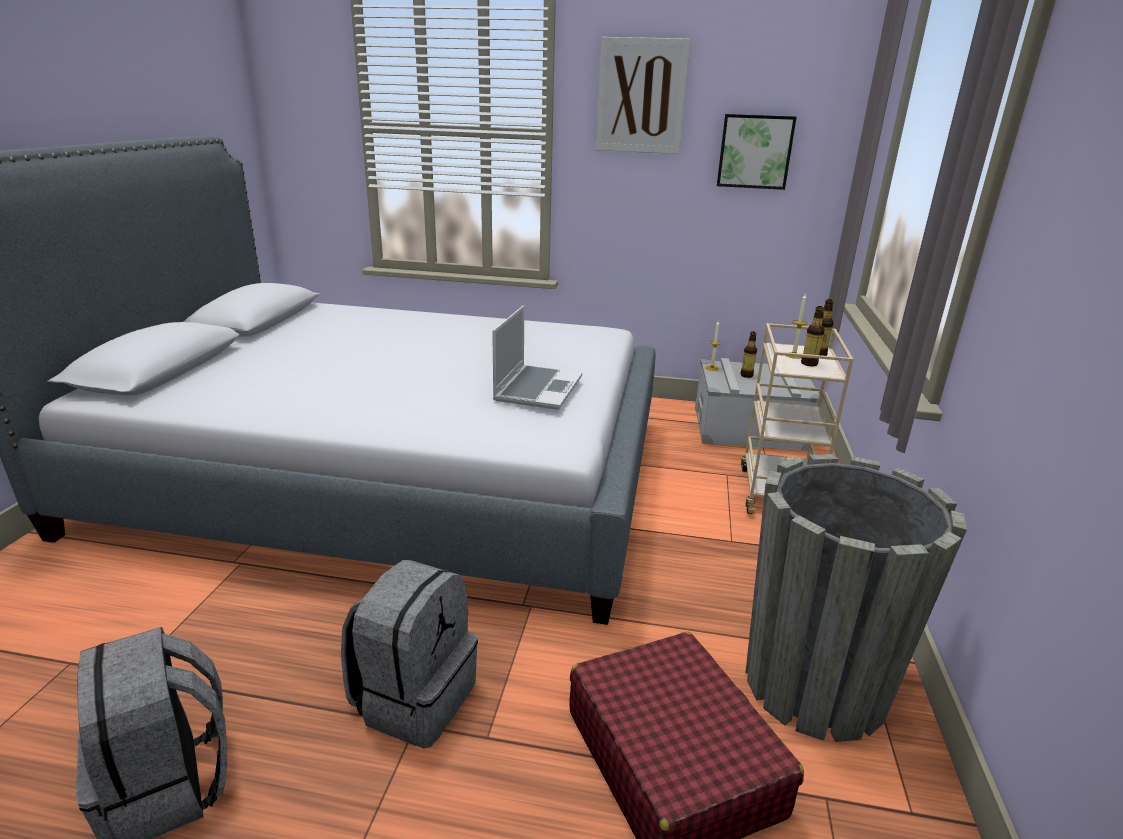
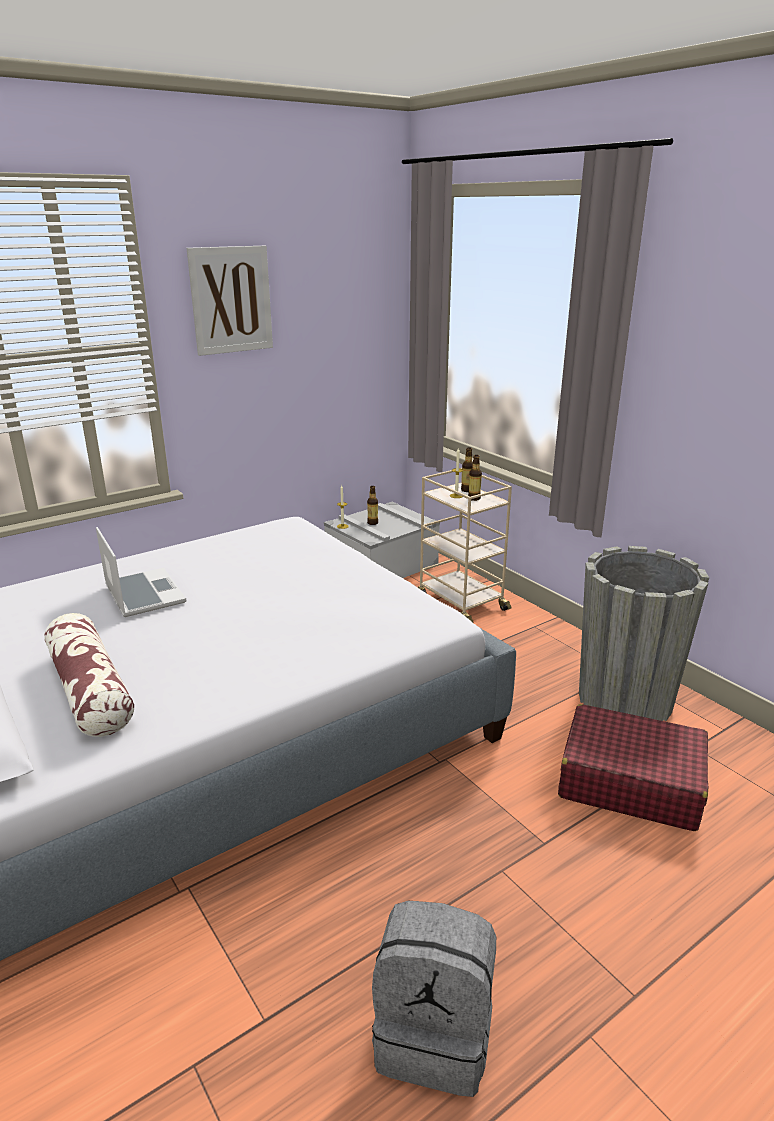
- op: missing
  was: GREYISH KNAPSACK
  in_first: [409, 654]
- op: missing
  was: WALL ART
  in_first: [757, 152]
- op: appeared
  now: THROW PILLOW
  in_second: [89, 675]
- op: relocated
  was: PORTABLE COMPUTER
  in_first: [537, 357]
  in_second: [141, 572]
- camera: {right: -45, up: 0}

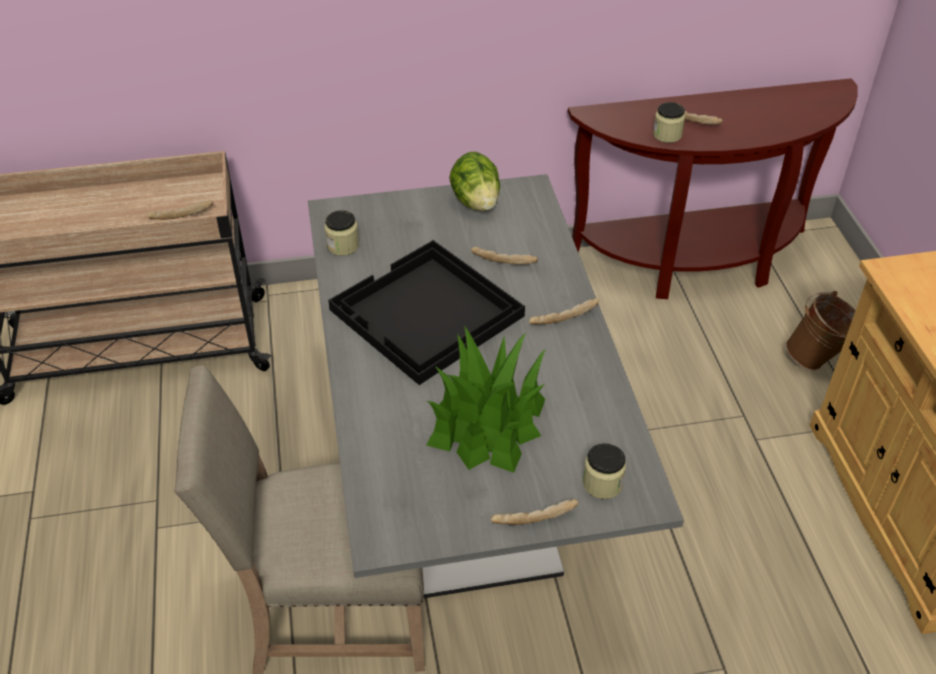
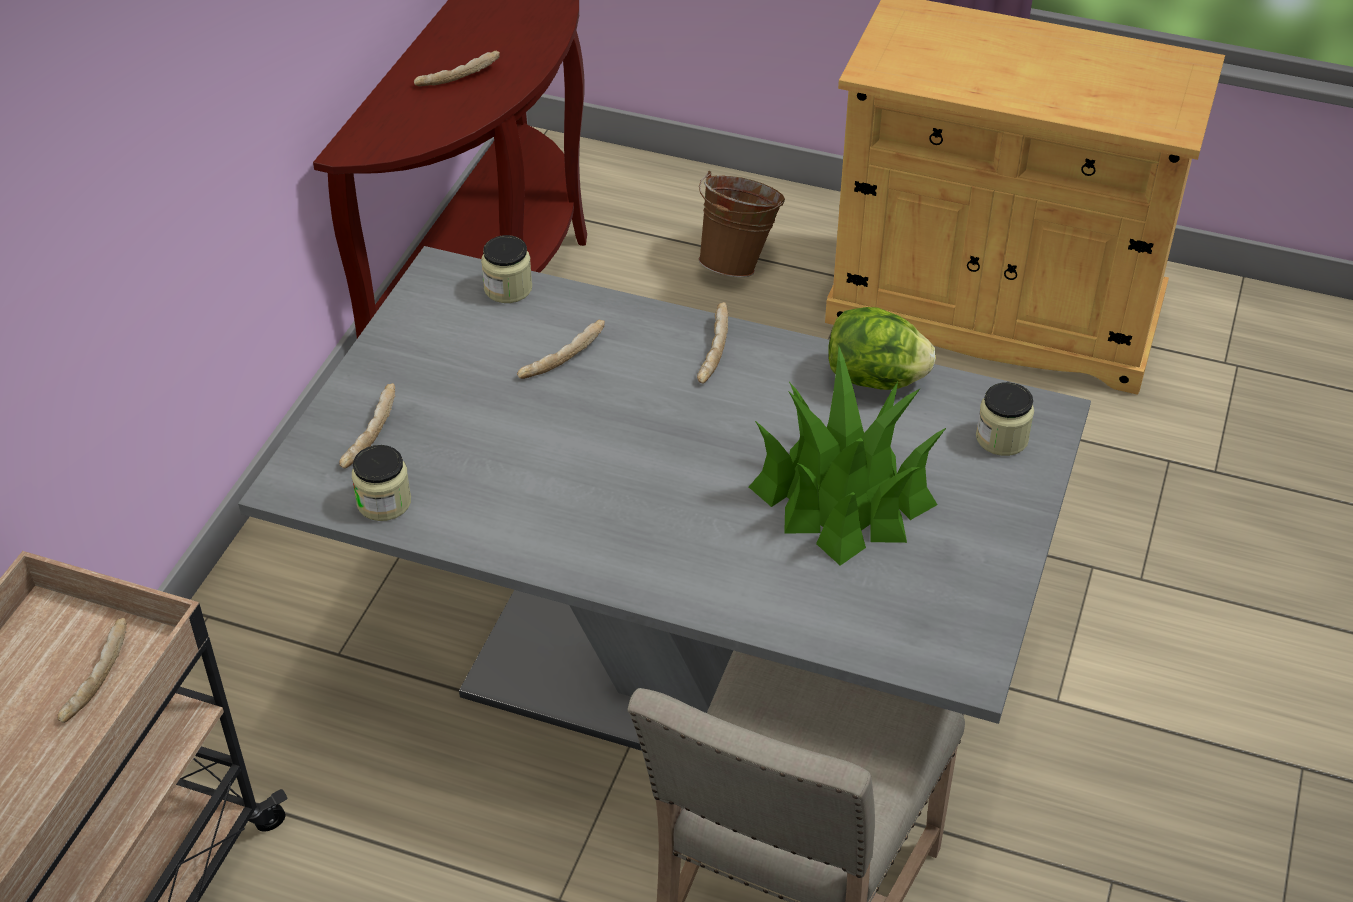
- op: missing
  was: BLACK TRAY
  in_first: [426, 312]
- op: relocated
  was: LETTUCE
  in_first: [474, 181]
  in_second: [882, 348]
- op: relocated
  was: BAKED BREAD
  in_first: [534, 512]
  in_second: [367, 425]
- op: relocated
  was: PRESERVE JAR
  in_first: [669, 122]
  in_second: [506, 269]
- camera: {right: -60, up: 0}

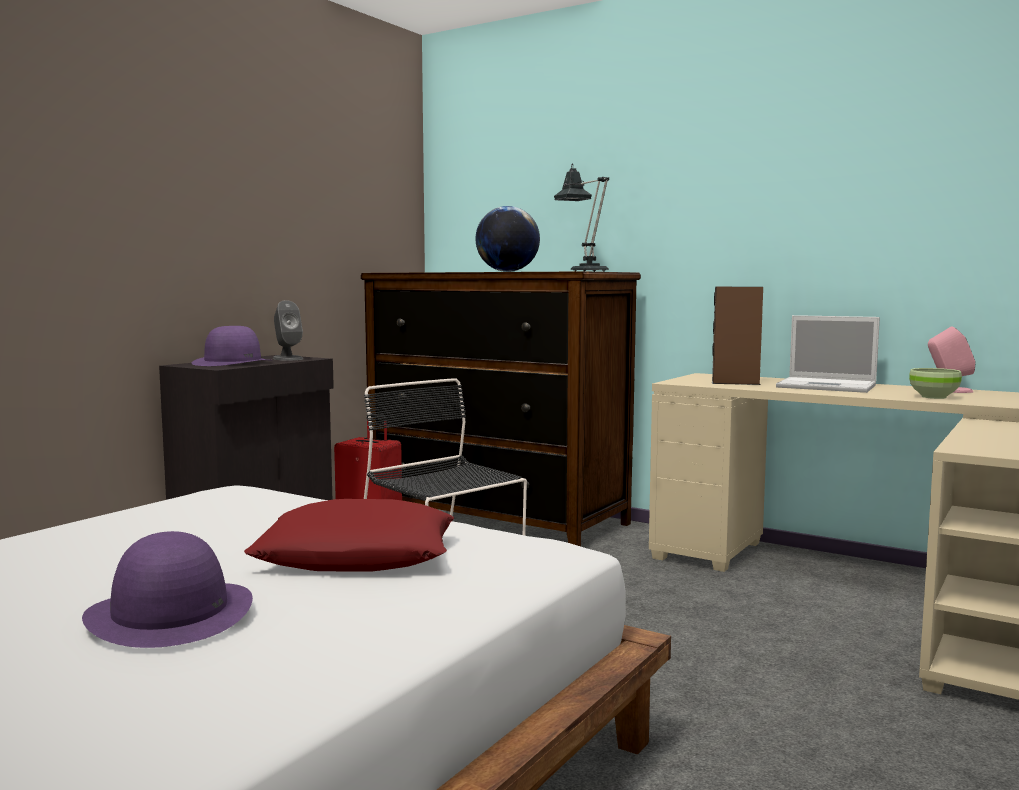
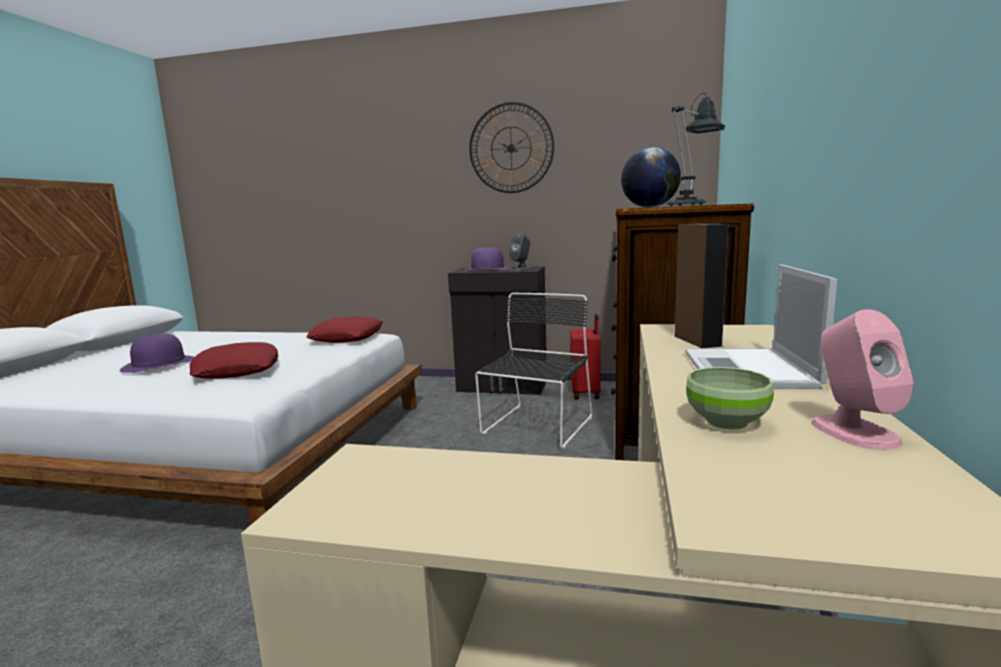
- op: appeared
  now: RED THROW PILLOW
  in_second: [344, 329]
- op: appeared
  now: CLOCK ON THE WALL
  in_second: [511, 147]
- camera: {right: 70, up: 5}

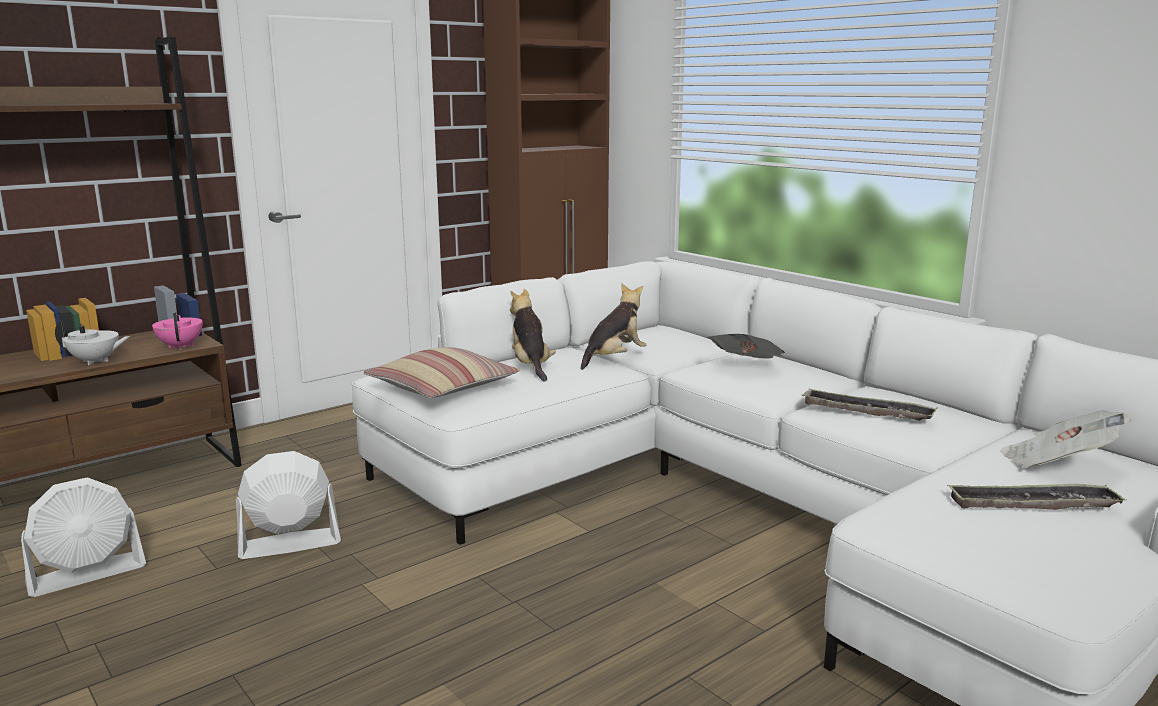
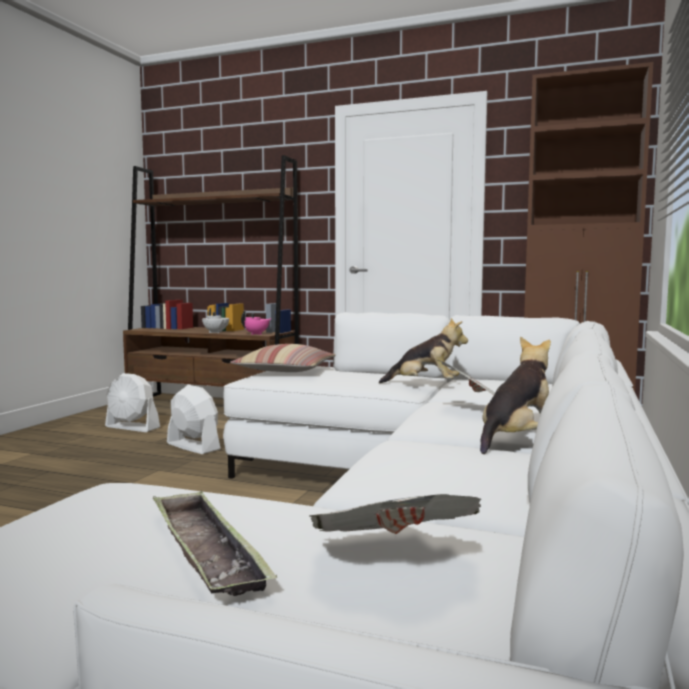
- op: missing
  was: TRAY
  in_first: [869, 404]
- op: relocated
  was: CUDDLY TOY
  in_first: [533, 335]
  in_second: [515, 395]
- camera: {right: 60, up: -10}

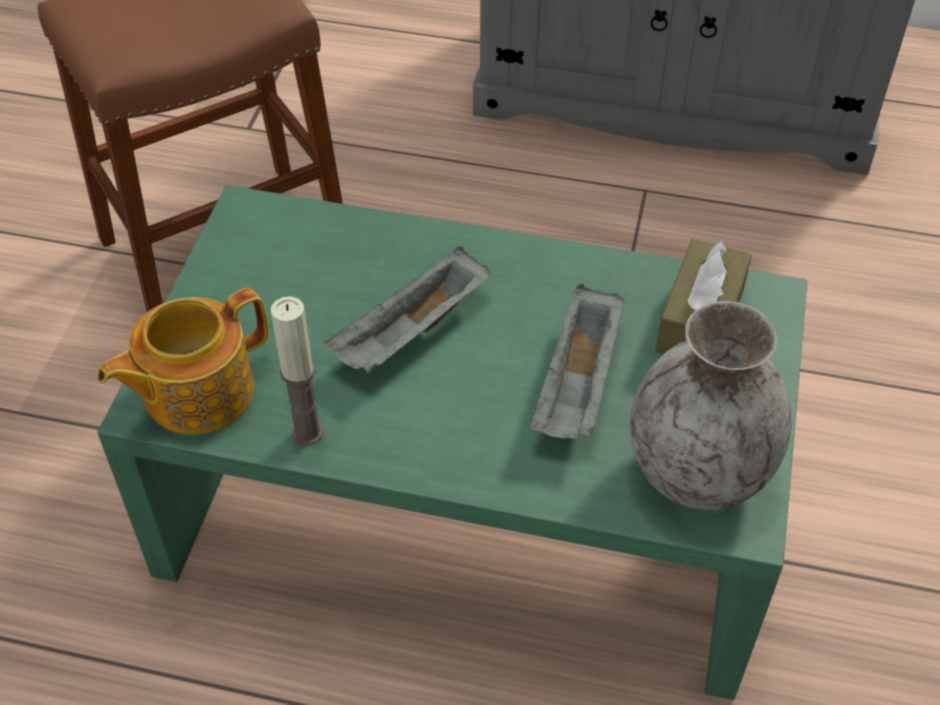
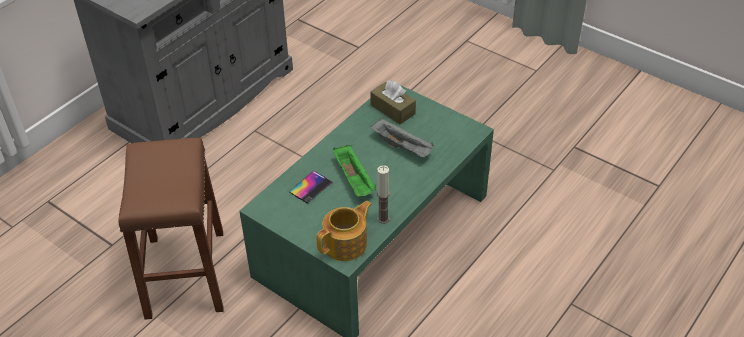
- op: missing
  was: GREYISH DECORATIVE VASE
  in_first: [710, 405]
- op: appeared
  now: HANDSET
  in_second: [310, 187]
- op: colour
  was: GREYISH TRAY
  now: GREEN-COLOURED TRAY
  in_first: [407, 310]
  in_second: [354, 171]
- op: spun
  was: TEAPOT
  in_first: [182, 361]
  in_second: [344, 231]
  clockwise: -120
- camera: {right: -65, up: -5}

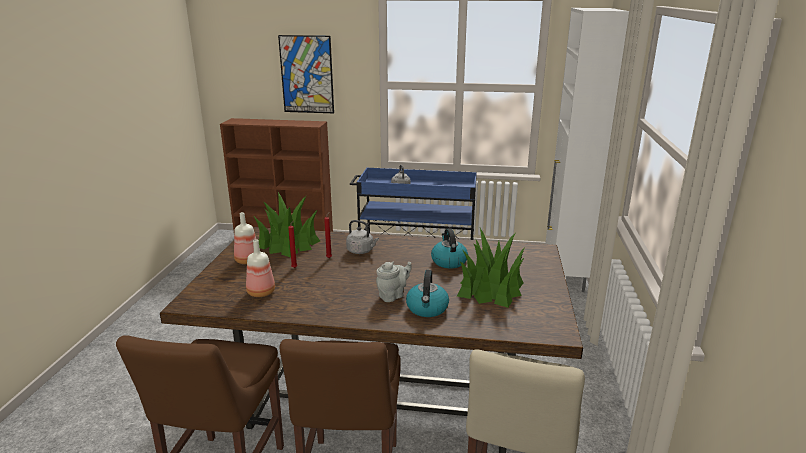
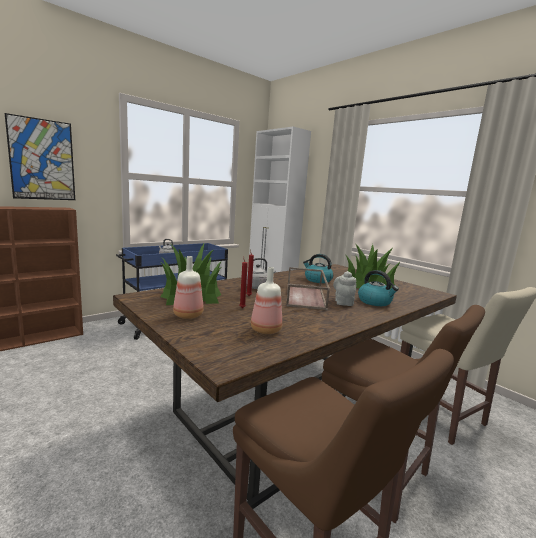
- op: appeared
  now: BROWNISH TRAY
  in_second: [308, 288]
- camera: {right: -50, up: -10}

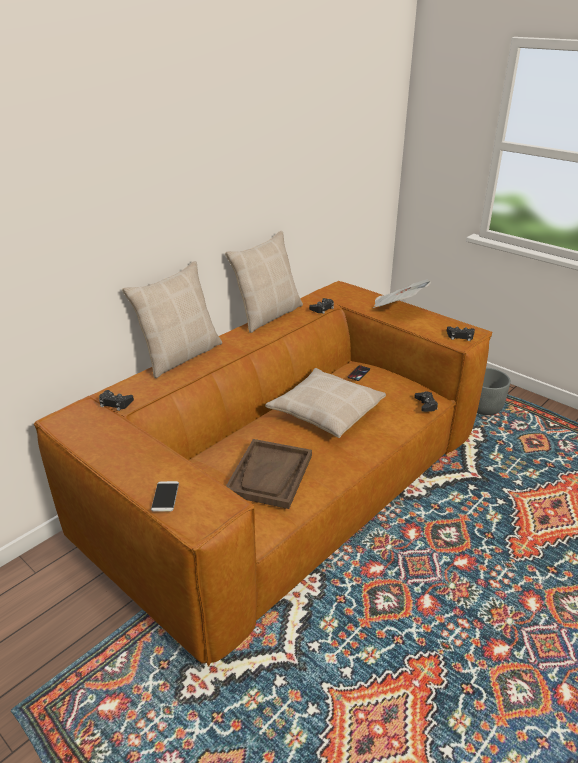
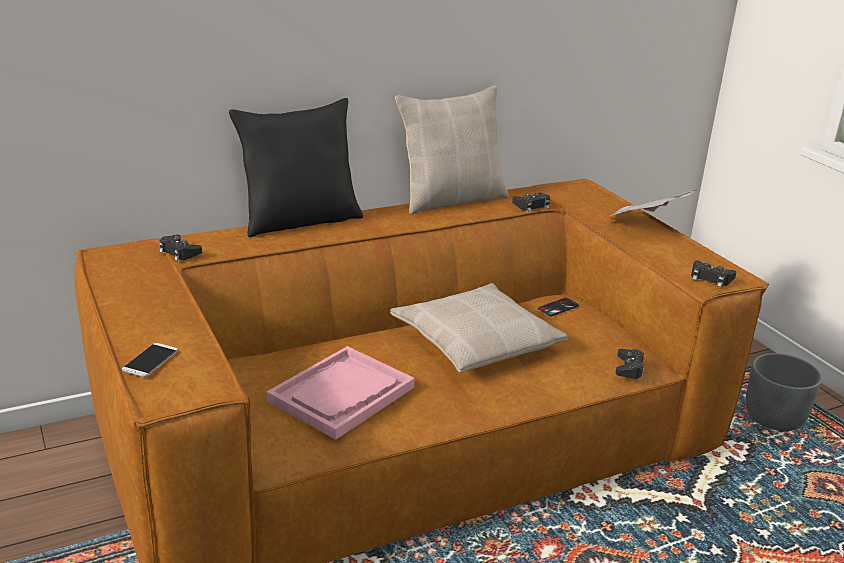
- op: colour
  was: BEIGE-COLOURED THROW PILLOW
  now: BLACK THROW PILLOW
  in_first: [172, 319]
  in_second: [296, 167]
- op: colour
  was: BROWNISH TRAY
  now: PINK TRAY
  in_first: [269, 474]
  in_second: [341, 393]
- camera: {right: 20, up: -5}

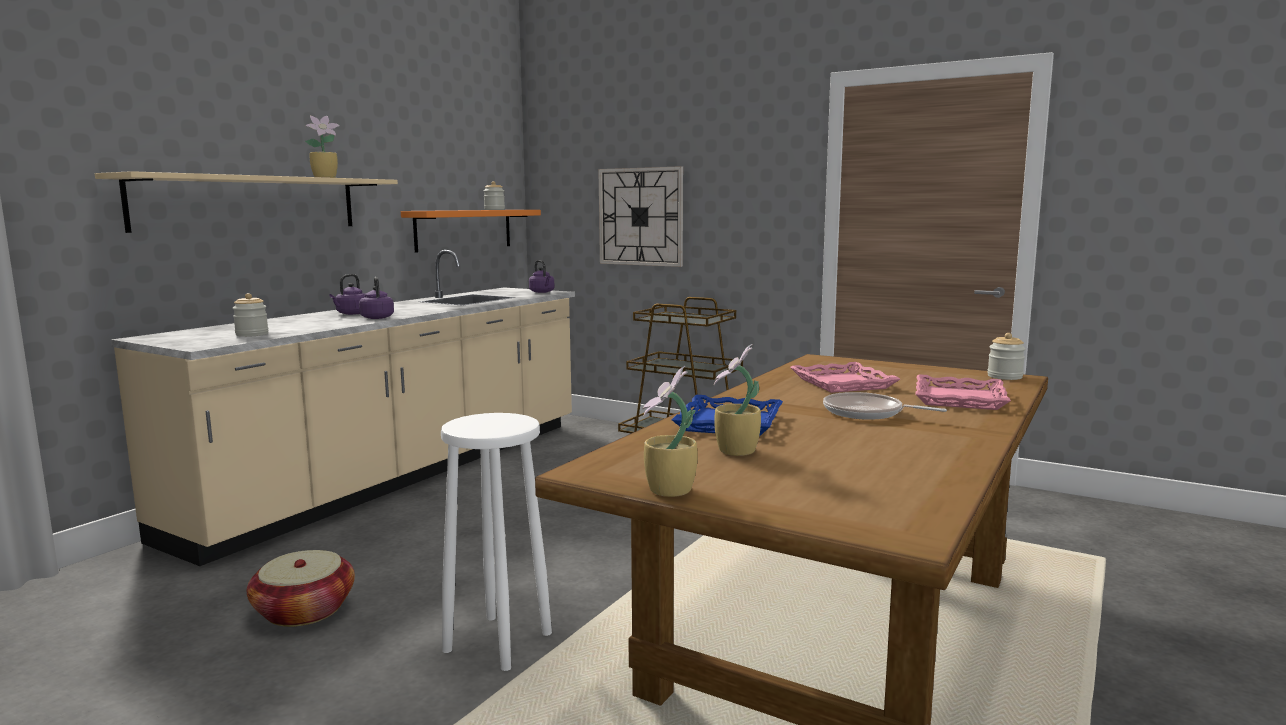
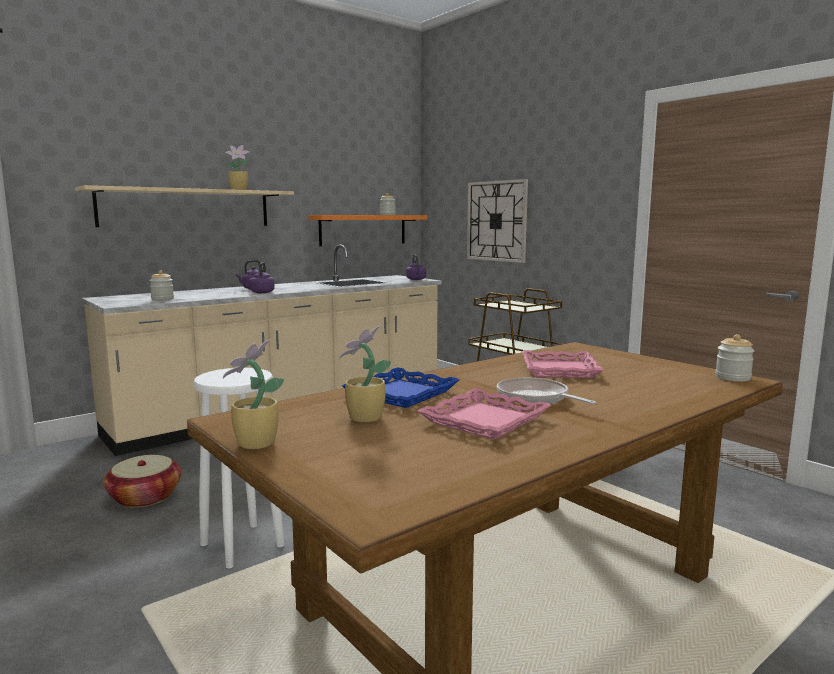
- op: relocated
  was: PINK TRAY
  in_first: [963, 392]
  in_second: [484, 414]
- camera: {right: 20, up: 0}

